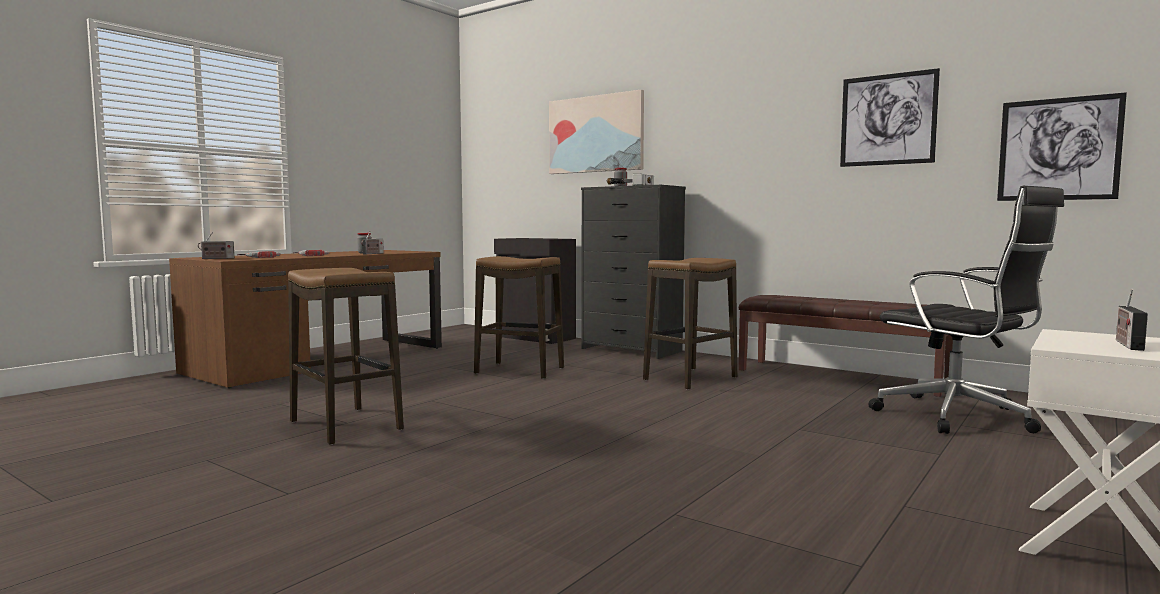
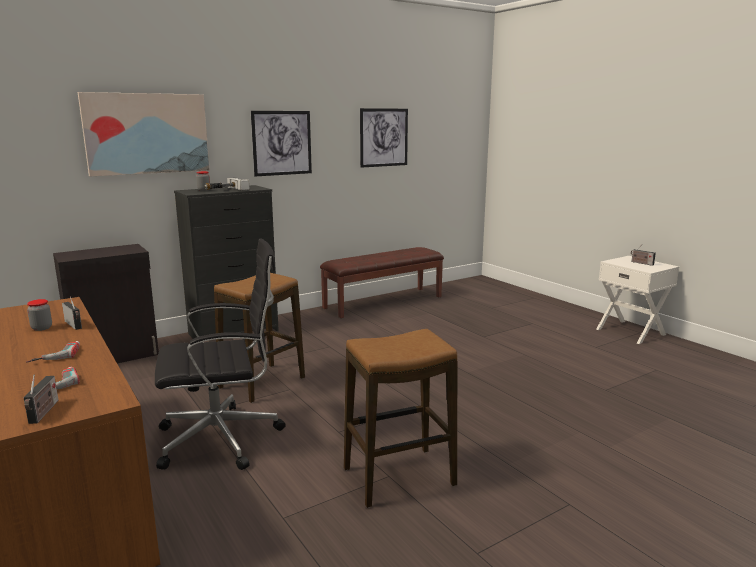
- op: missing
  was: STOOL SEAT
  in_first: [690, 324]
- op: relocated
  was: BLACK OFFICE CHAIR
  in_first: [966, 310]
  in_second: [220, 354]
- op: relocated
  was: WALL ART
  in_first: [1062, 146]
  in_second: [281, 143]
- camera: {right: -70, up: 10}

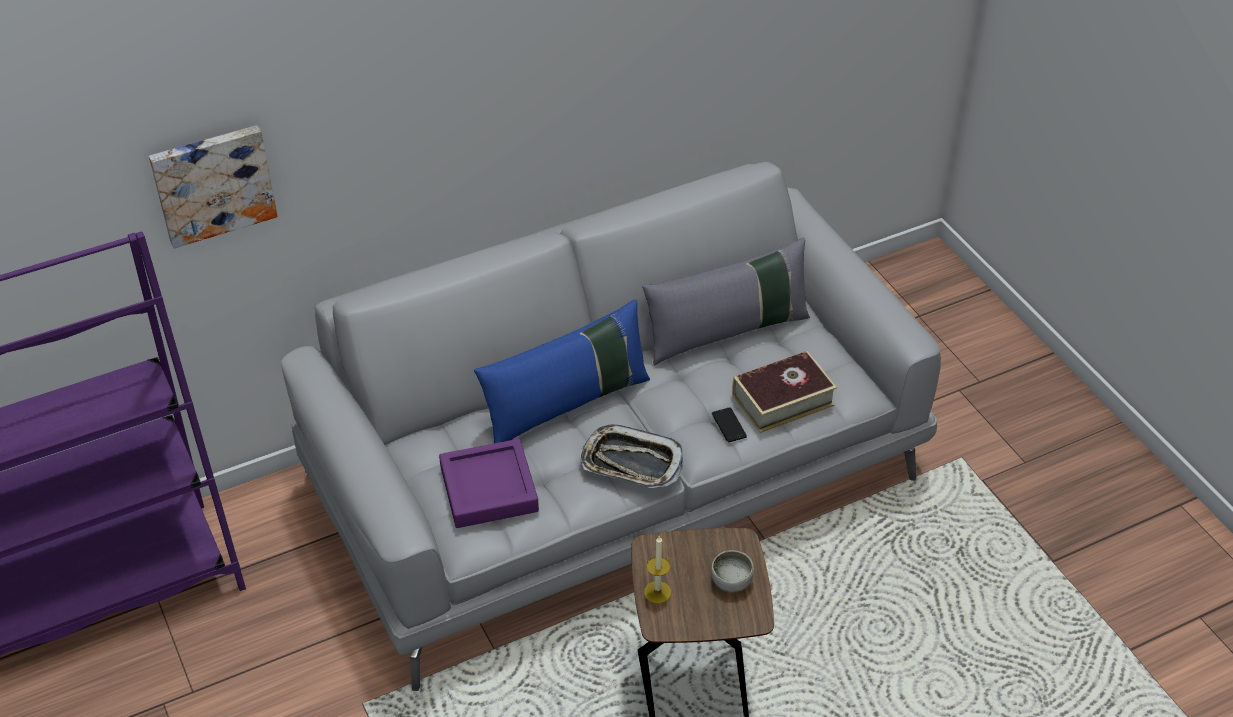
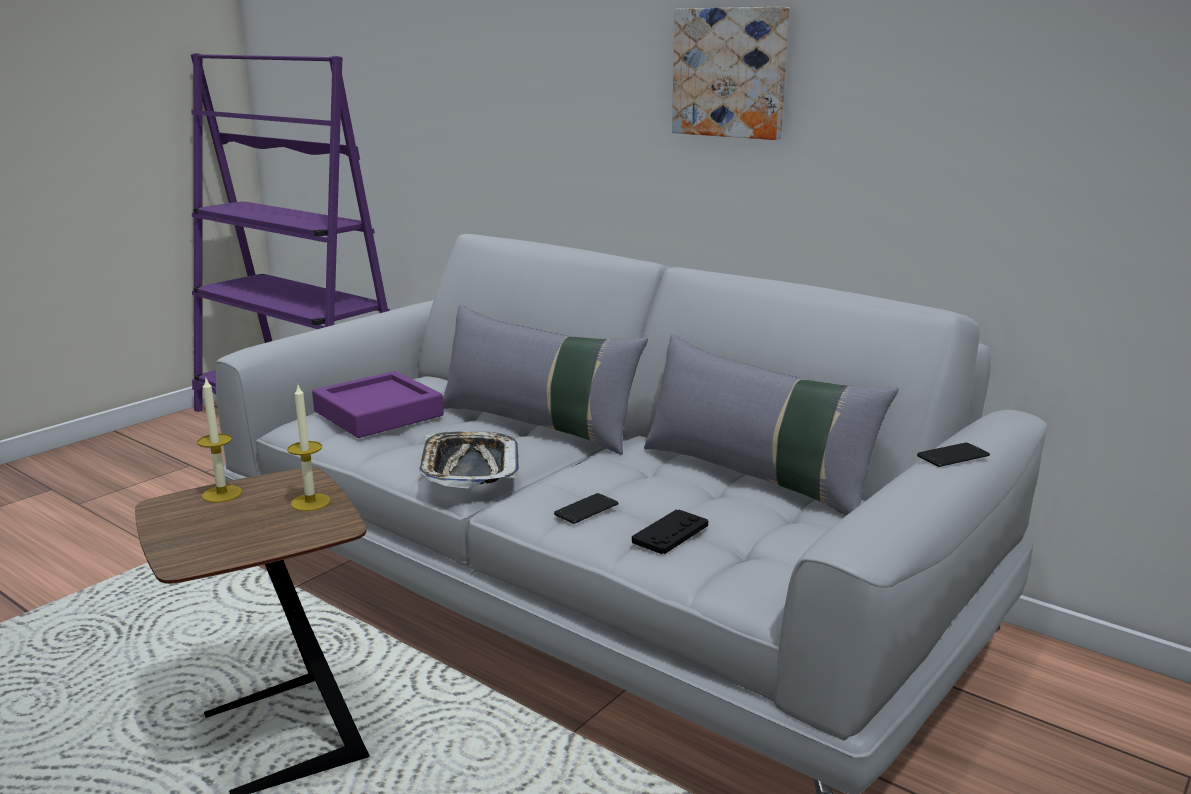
- op: missing
  was: DEEP DISH
  in_first: [732, 571]
- op: appeared
  now: WAX LIGHT
  in_second: [309, 448]
- op: appeared
  now: HANDSET
  in_second: [953, 455]
- op: relocated
  was: WALL ART
  in_first: [213, 186]
  in_second: [730, 73]
- op: exchanged
  was: VOLUME
  now: BLACK GAME CONTROLLER
  in_first: [784, 392]
  in_second: [670, 532]
- op: colour
  was: BLUISH THROW PILLOW
  now: GREYISH THROW PILLOW
  in_first: [562, 371]
  in_second: [545, 379]
- camera: {right: 65, up: -25}

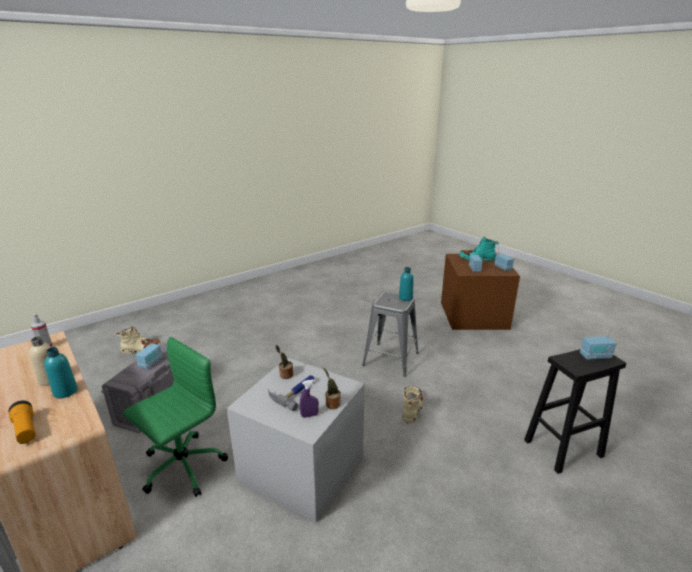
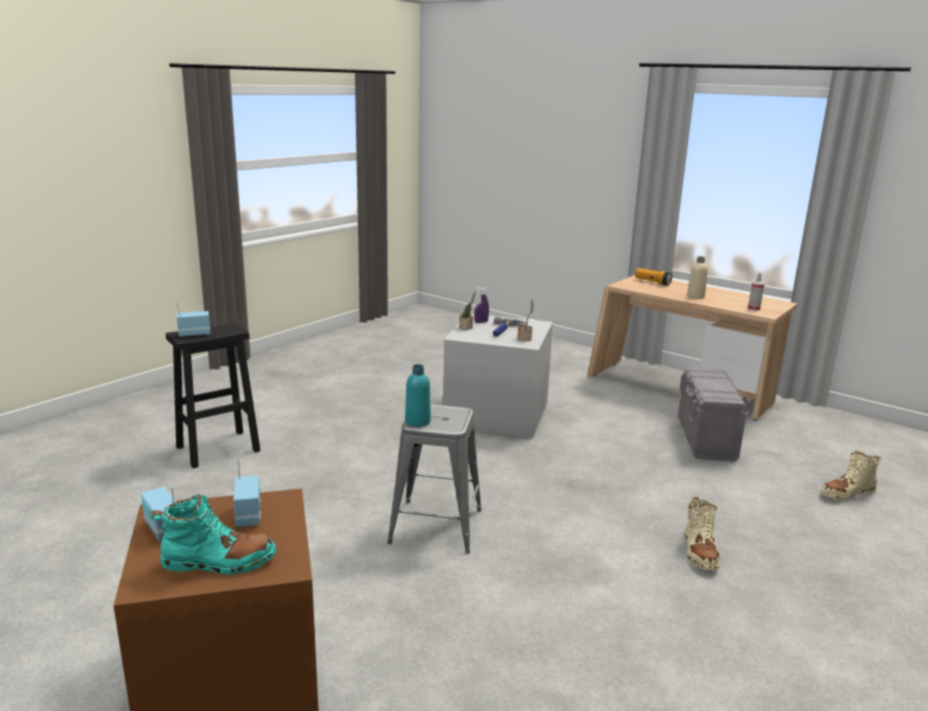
- op: missing
  was: BLUE-GREEN BEVERAGE BOTTLE
  in_first: [61, 372]
- op: missing
  was: GREEN-COLOURED OFFICE CHAIR
  in_first: [175, 417]
- op: missing
  was: RADIO RECEIVER
  in_first: [149, 352]
- op: relocated
  was: BEIGE-COLOURED BOOT
  in_first: [412, 404]
  in_second: [702, 533]
- camera: {right: 165, up: -5}

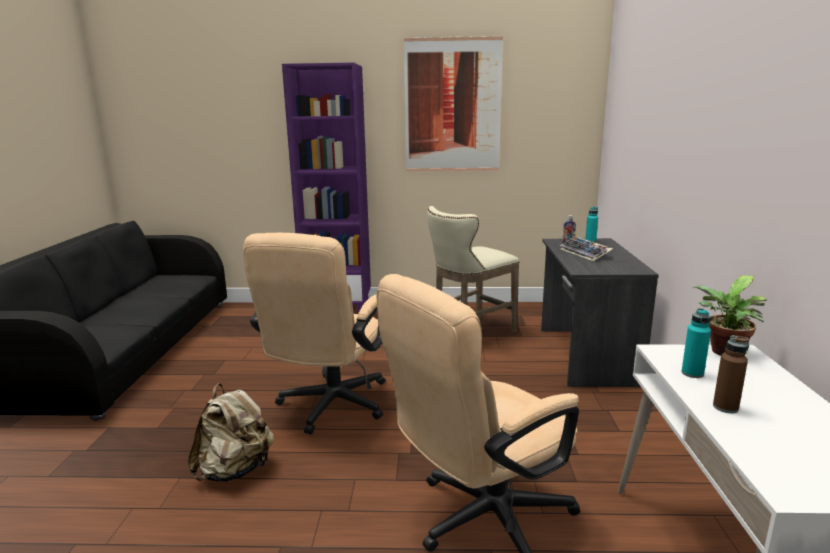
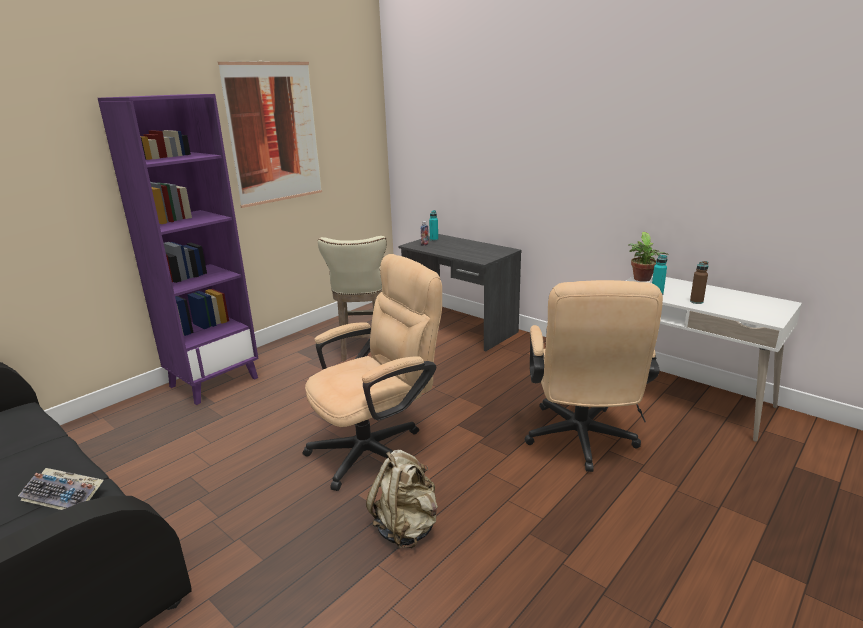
- op: relocated
  was: PC KEYBOARD
  in_first: [586, 248]
  in_second: [61, 489]
- op: spun
  was: BEIGE-COLOURED OFFICE CHAIR
  in_first: [314, 333]
  in_second: [372, 372]
  clockwise: -90
- camera: {right: -50, up: 5}

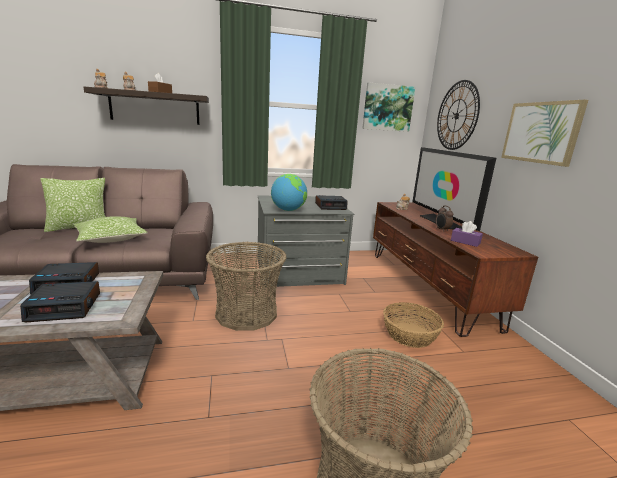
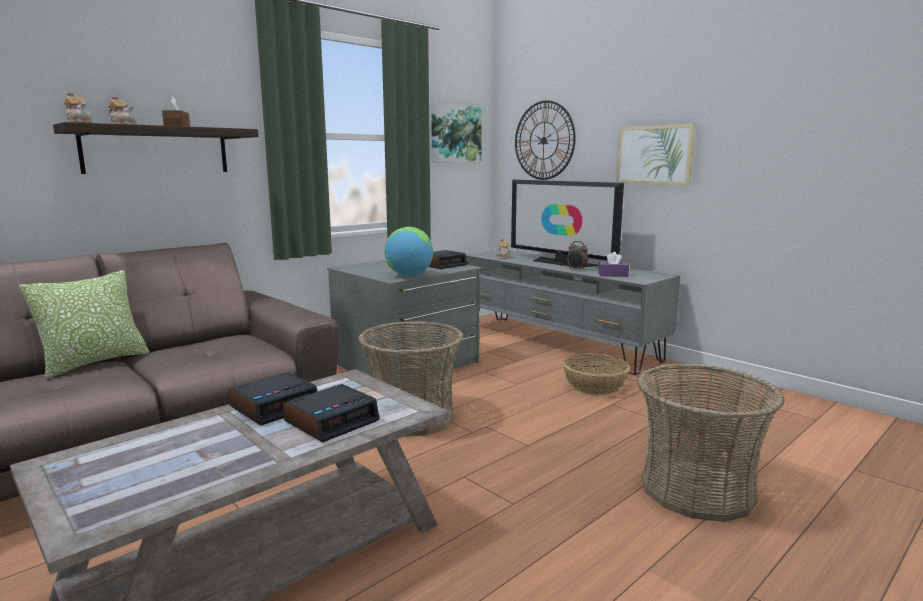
- op: missing
  was: THROW PILLOW
  in_first: [111, 229]
- op: colour
  was: BROWNISH TV STAND
  now: GREYISH TV STAND
  in_first: [455, 269]
  in_second: [573, 312]
- camera: {right: -30, up: -5}

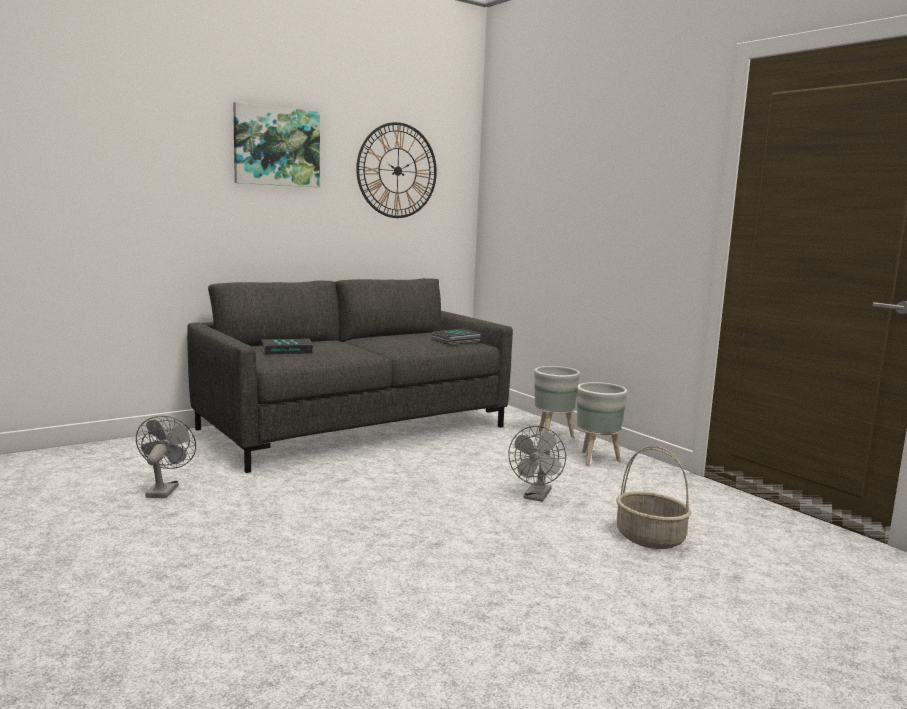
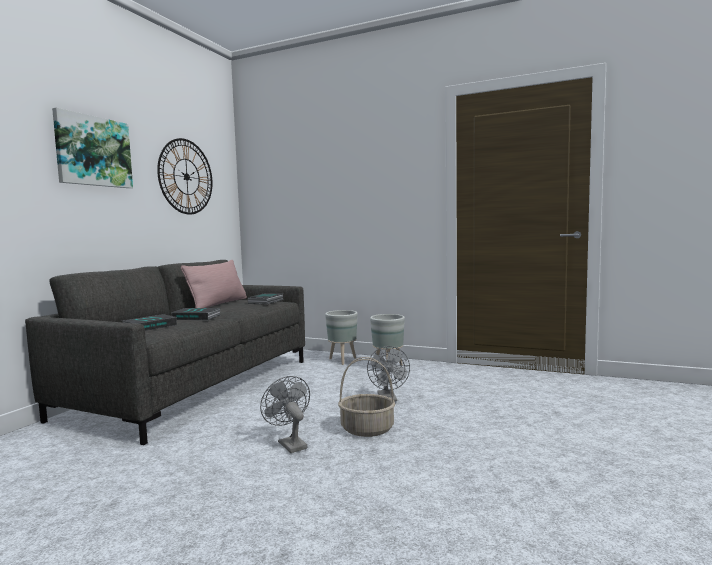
- op: appeared
  now: VOLUME
  in_second: [195, 314]
- op: appeared
  now: PINK THROW PILLOW
  in_second: [214, 284]
- op: relocated
  was: GREYISH ELECTRIC FAN
  in_first: [166, 457]
  in_second: [285, 414]
- op: relocated
  was: BASKET
  in_first: [653, 497]
  in_second: [367, 397]
- camera: {right: -30, up: -5}

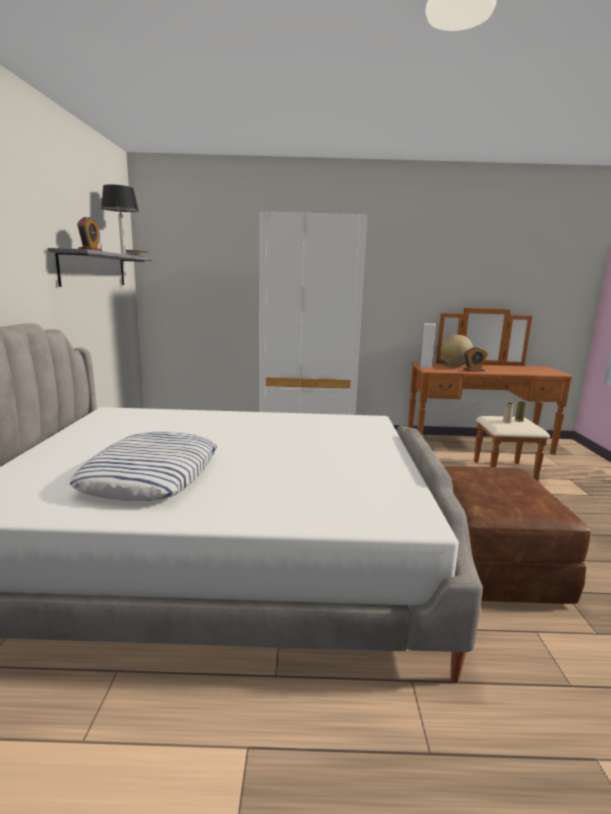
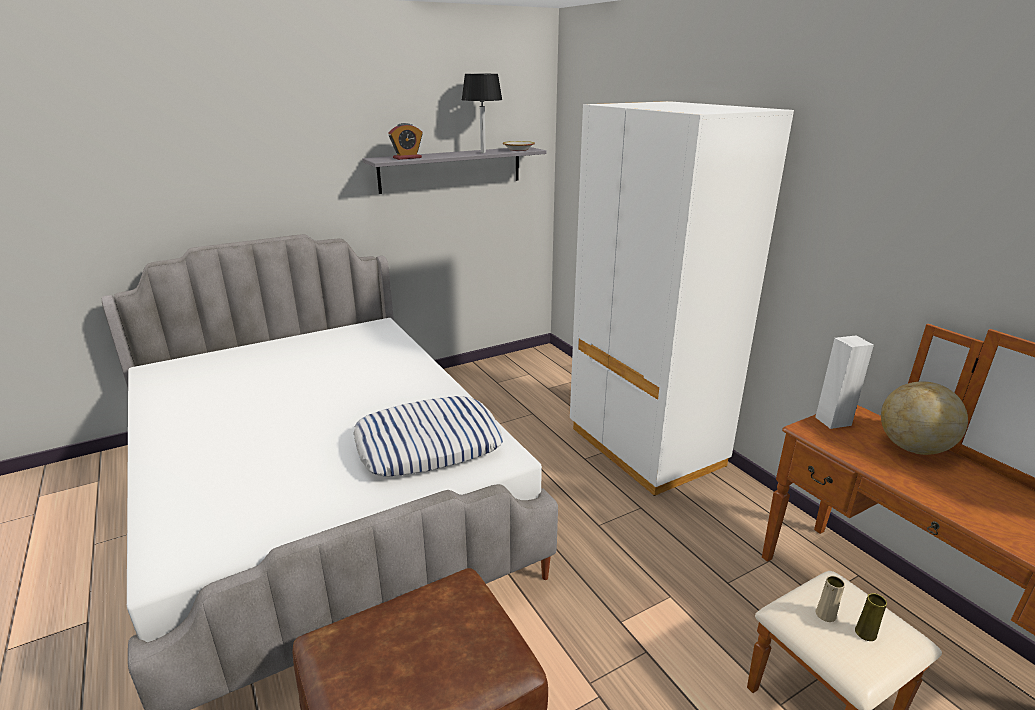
- op: missing
  was: BEDSIDE CLOCK
  in_first: [475, 359]
- op: relocated
  was: THROW PILLOW
  in_first: [143, 466]
  in_second: [428, 436]
- camera: {right: 60, up: 10}

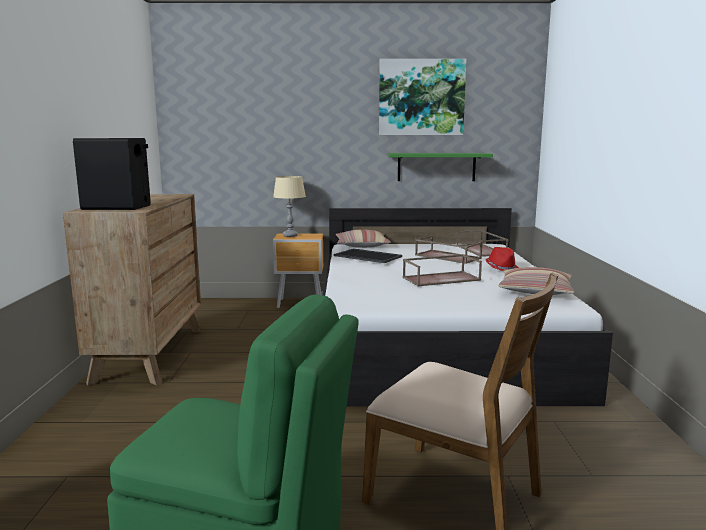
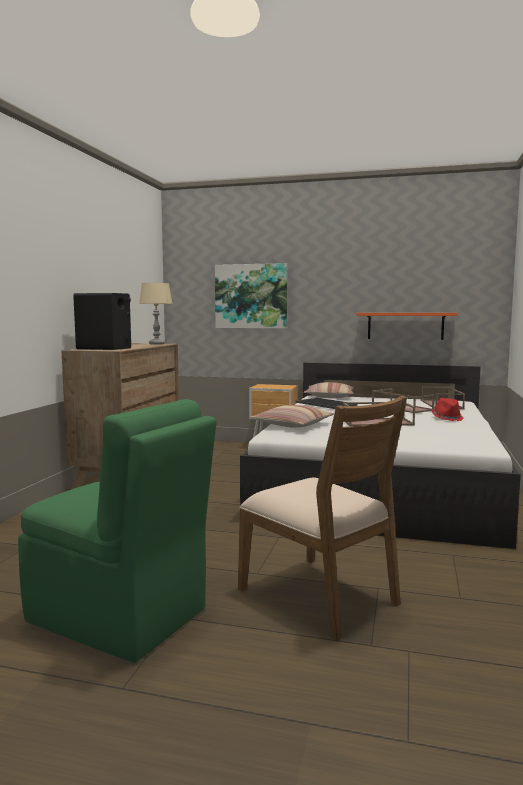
- op: relocated
  was: BEIGE-COLOURED LAMP FOR A TABLE
  in_first: [289, 206]
  in_second: [156, 314]
- op: relocated
  was: WALL ART
  in_first: [422, 97]
  in_second: [251, 296]
- op: relocated
  was: THROW PILLOW
  in_first: [536, 281]
  in_second: [292, 416]
- op: colour
  was: GREEN-COLOURED WALL SHELF
  now: ORANGE WALL SHELF
  in_first: [440, 167]
  in_second: [406, 326]
- camera: {right: 15, up: -5}

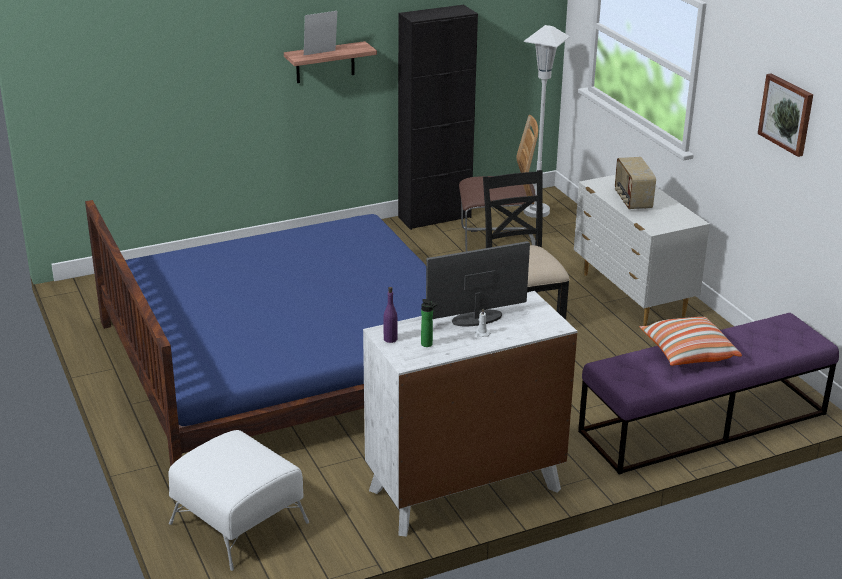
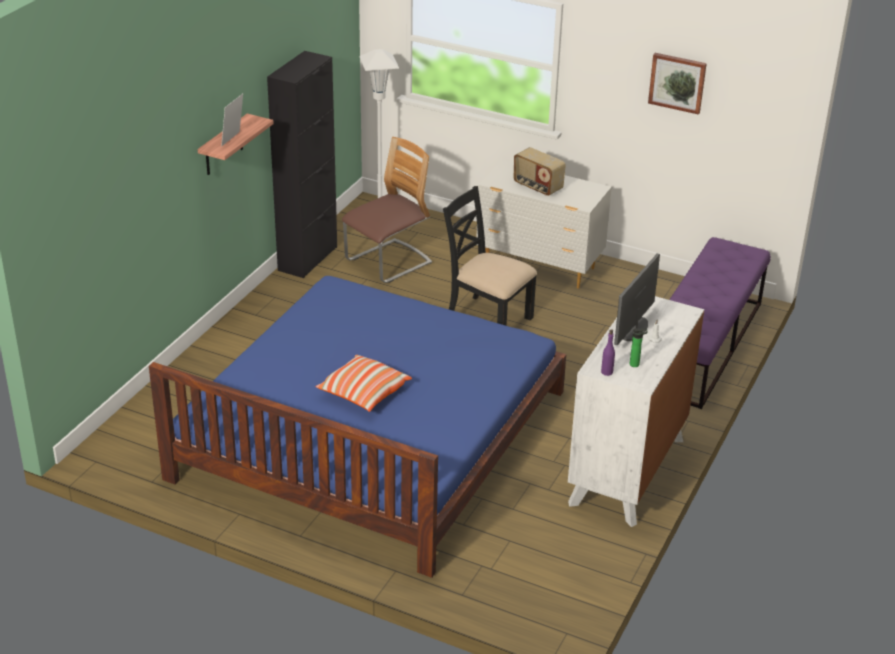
- op: missing
  was: WHITE-COLOURED FOOTREST
  in_first: [238, 500]
- op: relocated
  was: THROW PILLOW
  in_first: [690, 341]
  in_second: [363, 383]
- camera: {right: -40, up: 5}

